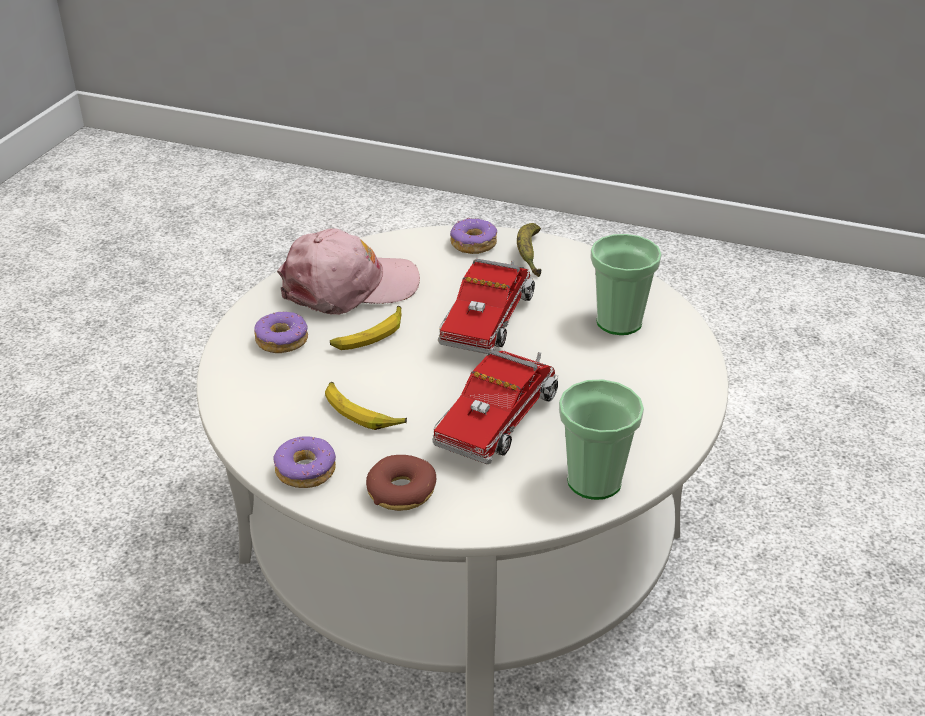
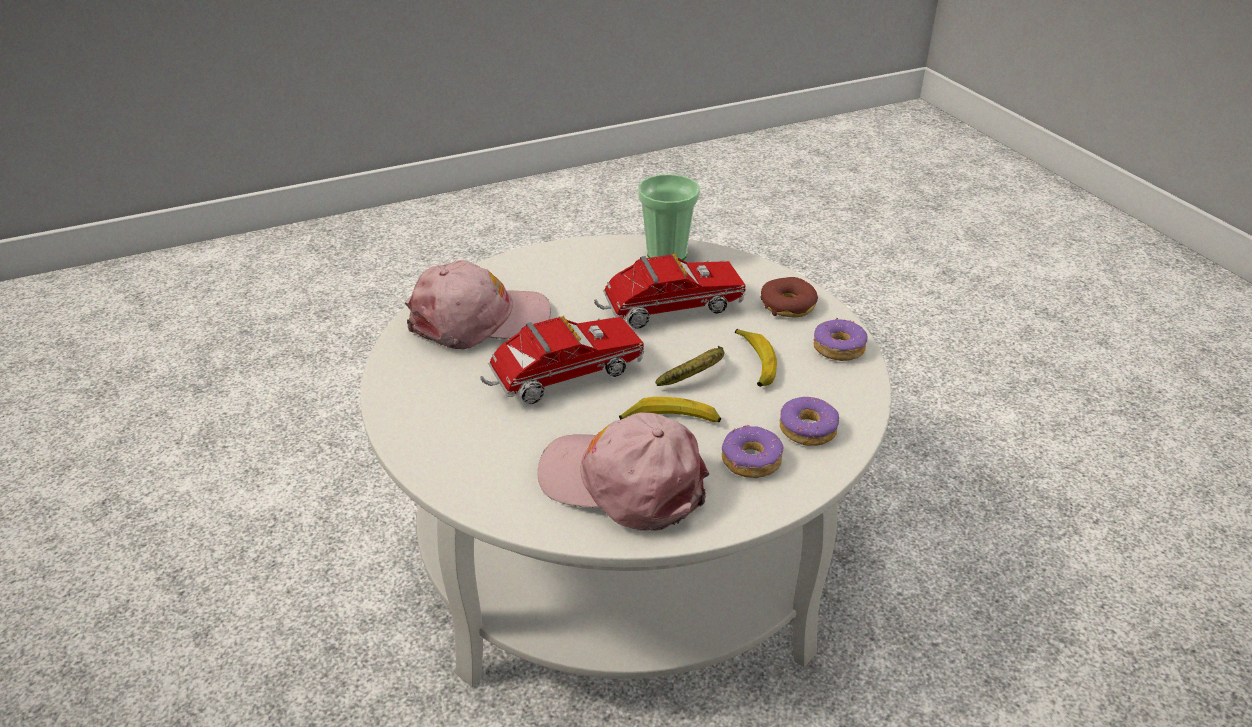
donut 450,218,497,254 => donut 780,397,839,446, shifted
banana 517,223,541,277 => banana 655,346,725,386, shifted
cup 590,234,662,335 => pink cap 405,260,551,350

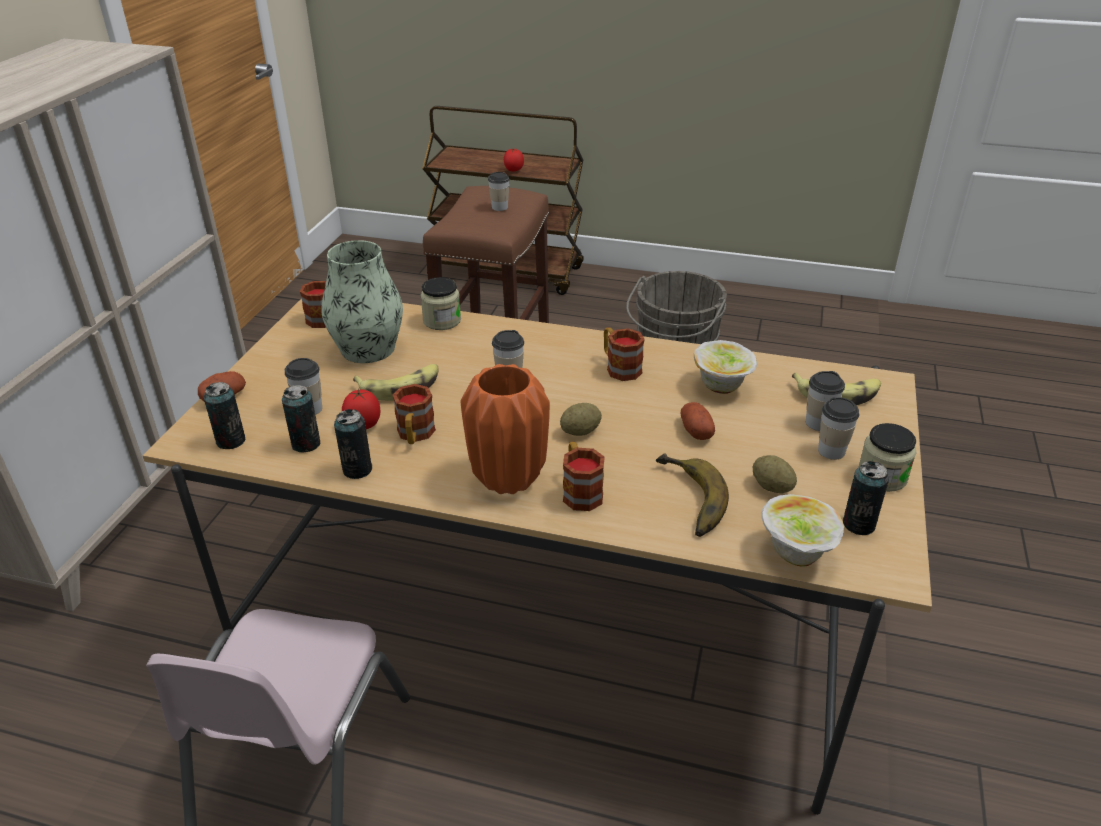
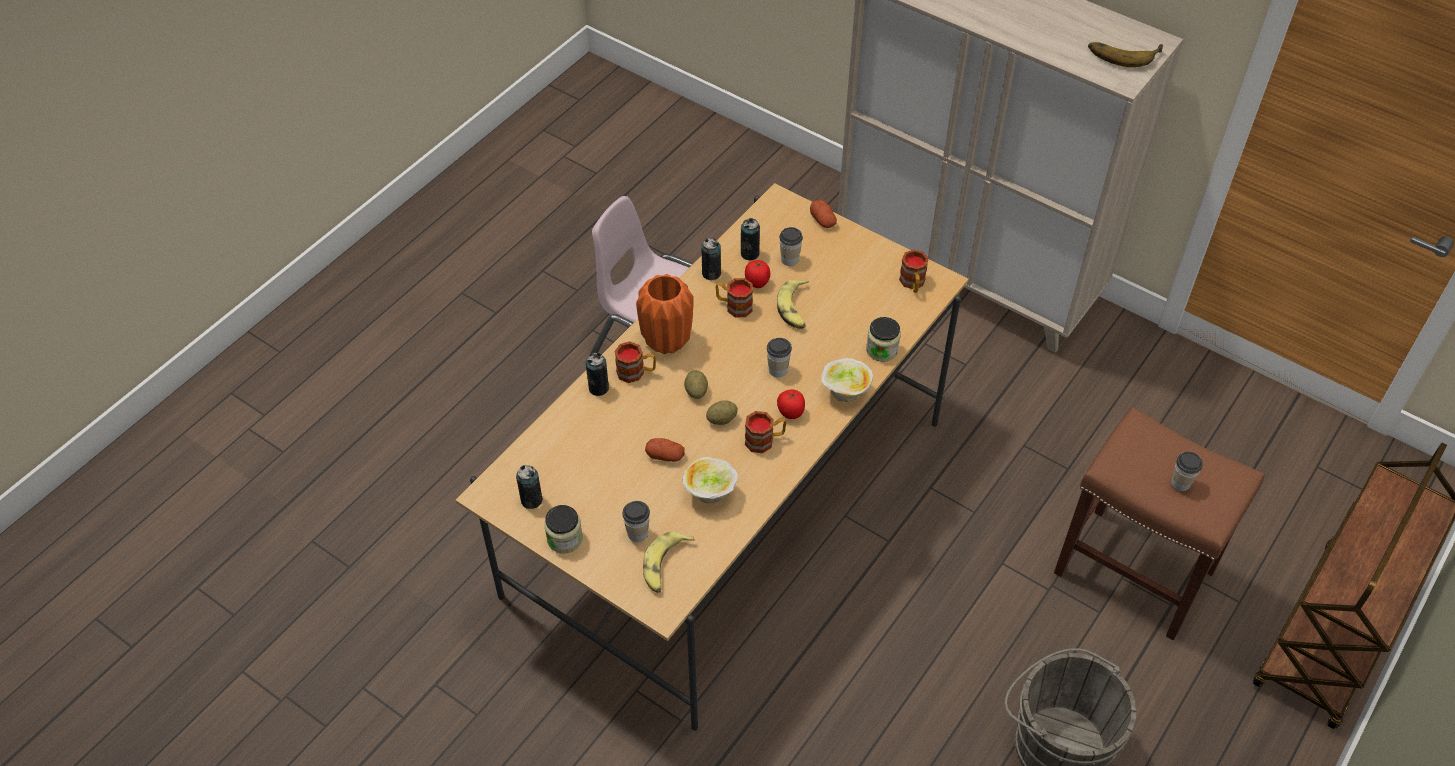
tomato 504,149,524,172 => tomato 777,389,805,419, shifted
vase 322,240,403,363 => nothing
can 204,382,245,449 => can 586,353,609,396, shifted
cup 818,397,859,460 => nothing
banana 656,454,729,537 => banana 1088,42,1163,67, shifted
potato 753,455,797,493 => potato 706,400,738,425, shifted
bowl 761,494,844,567 => bowl 821,358,873,402, shifted

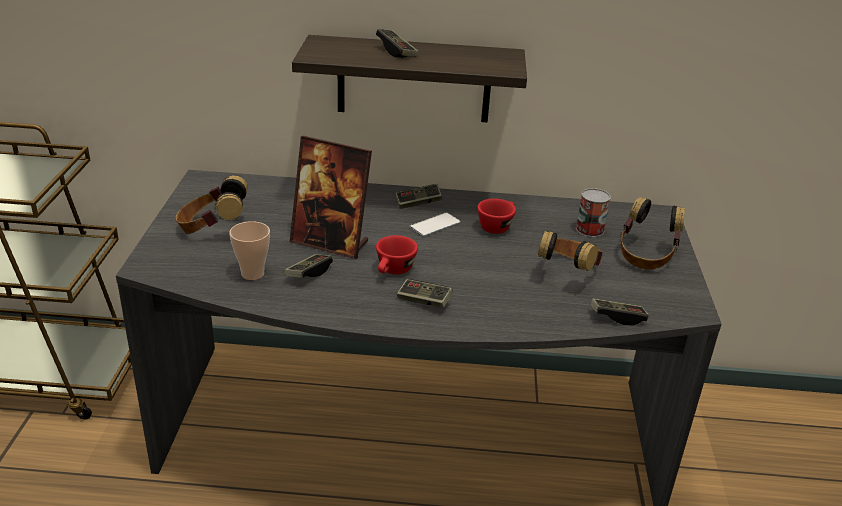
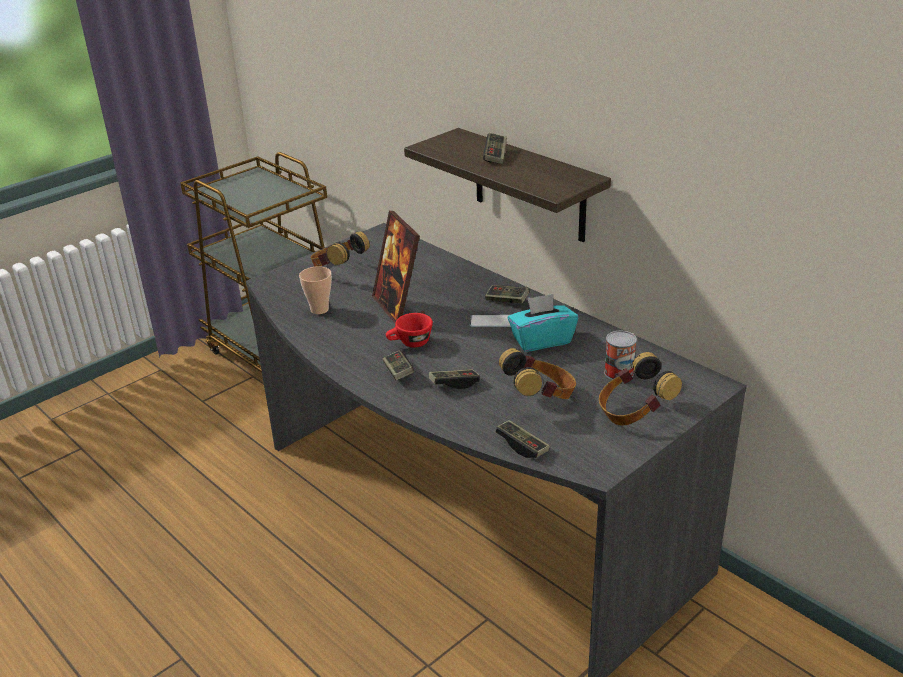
red cup 477,198,516,234 => turquoise tissue box 508,294,578,352
game controller 284,254,333,278 => game controller 429,369,480,389, shifted

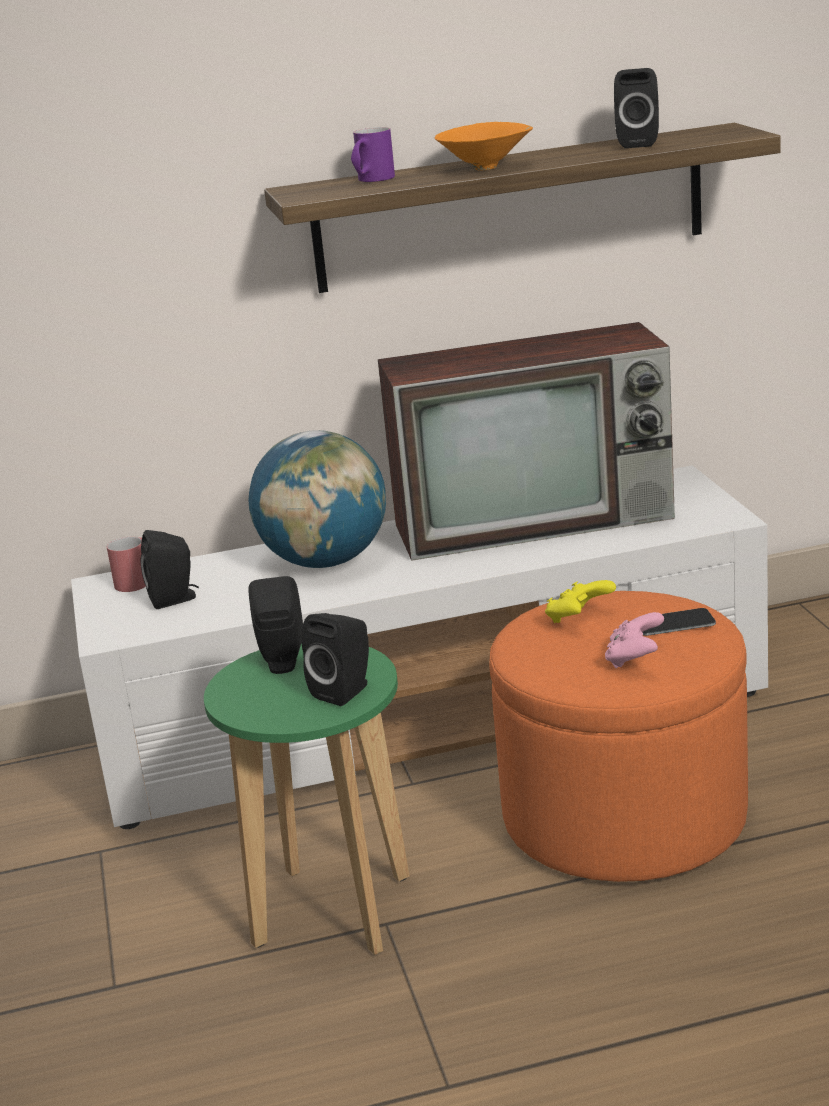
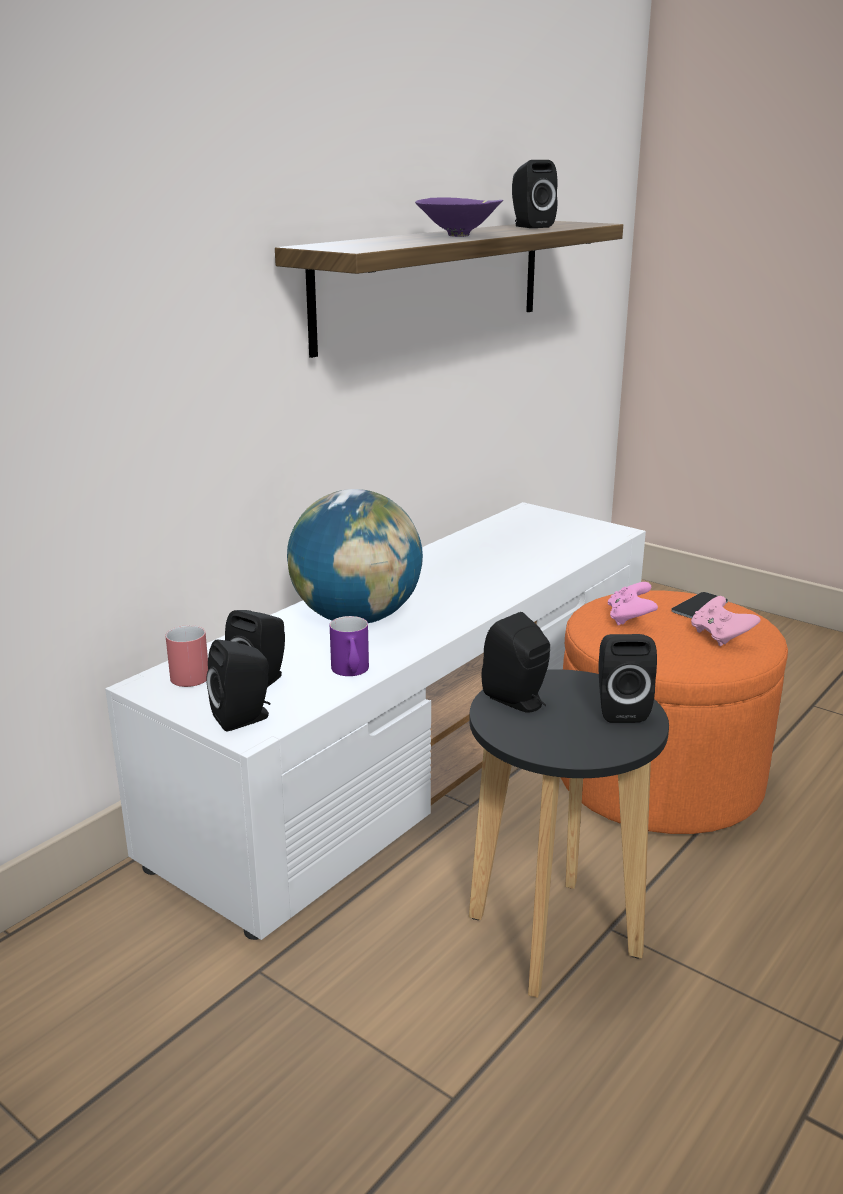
orange bowl 435,122,533,170 => purple bowl 415,197,503,237
purple mug 351,127,395,182 => purple mug 330,616,369,676, shifted
television 378,322,675,561 => nothing
yellow game controller 545,580,616,623 => pink game controller 608,582,658,625
green stool 204,643,410,955 => black stool 469,669,669,998
nothing => black speaker 206,640,271,732

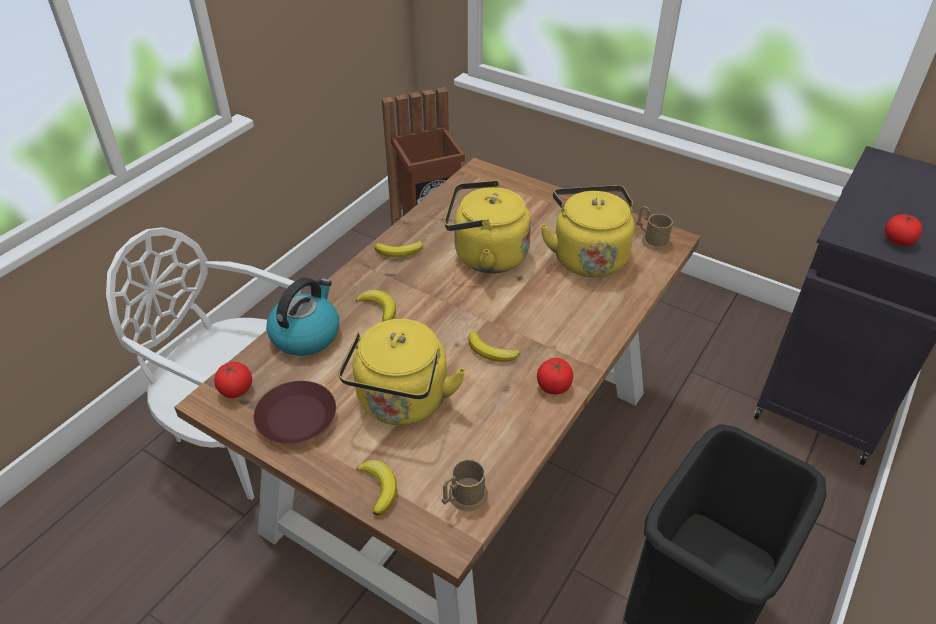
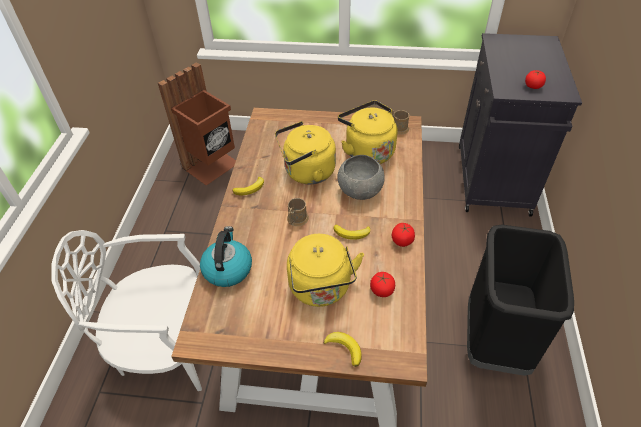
banana 356,290,396,321 => nothing
tomato 214,362,252,398 => tomato 370,272,395,297, shifted
brown plate 254,381,336,444 => nothing
brown mug 442,459,488,512 => brown mug 287,198,309,226, shifted
nothing => grey bowl 337,155,385,200

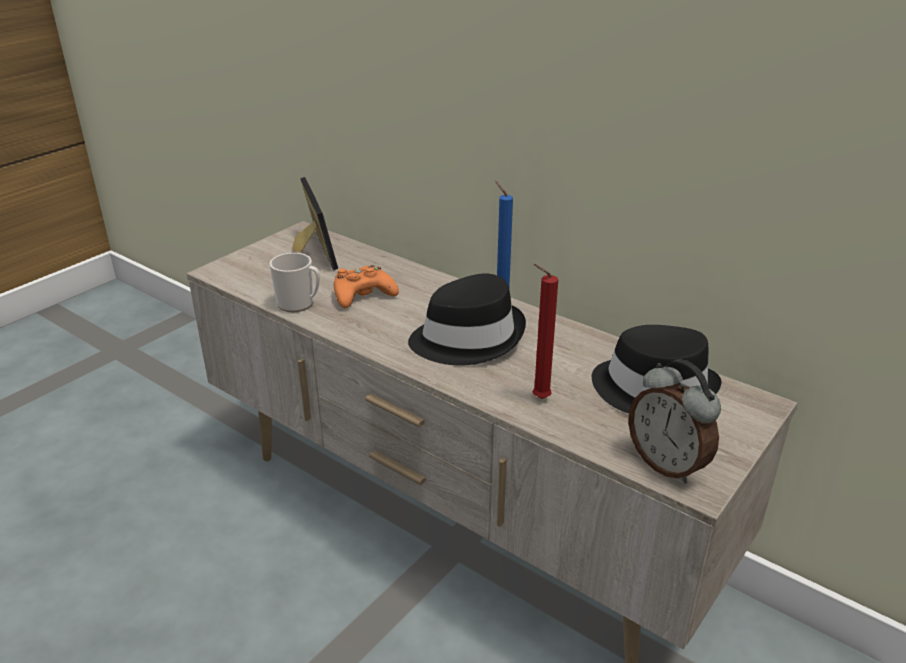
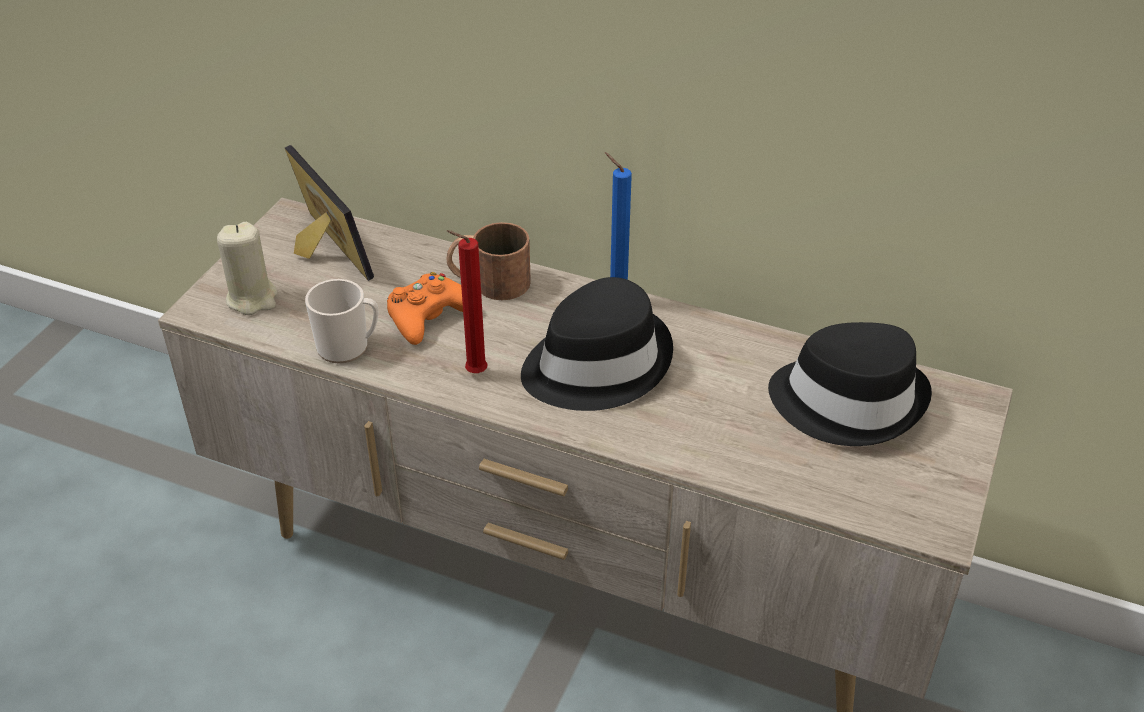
red candle 532,264,558,399 => red candle 447,230,488,373, shifted
alarm clock 628,359,721,484 => nothing
nothing => beige candle 217,222,278,315
nothing => brown mug 447,222,531,300

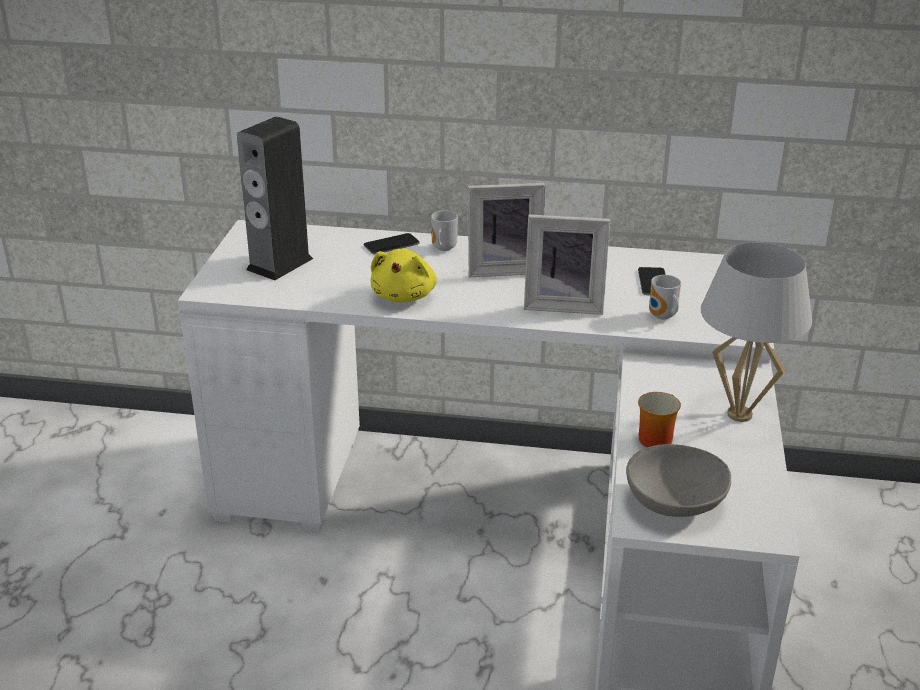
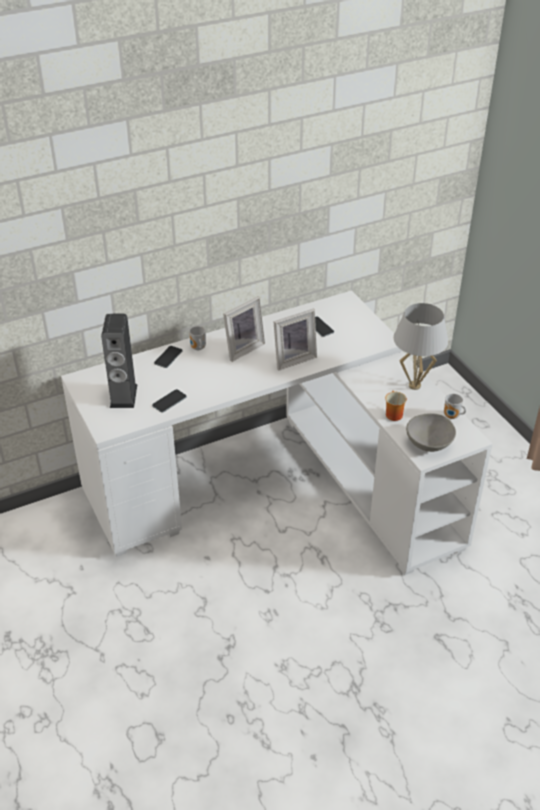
yellow plush toy 371,249,437,303 => nothing
mug 649,275,681,320 => mug 444,394,466,419, shifted
nothing => phone 152,389,187,413

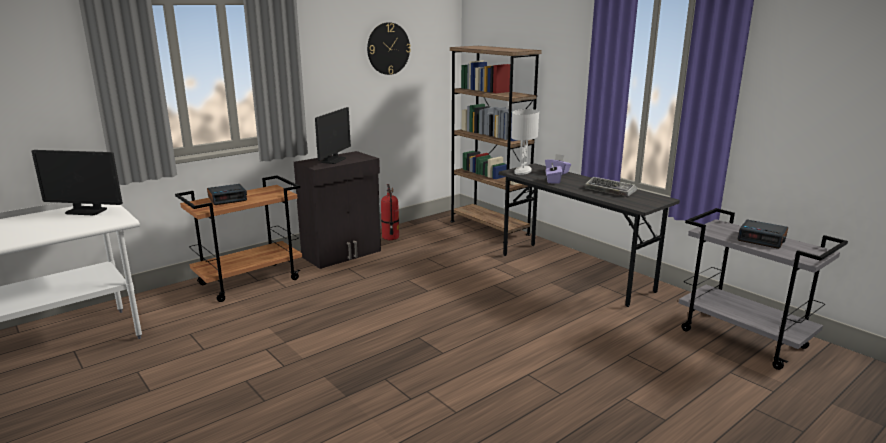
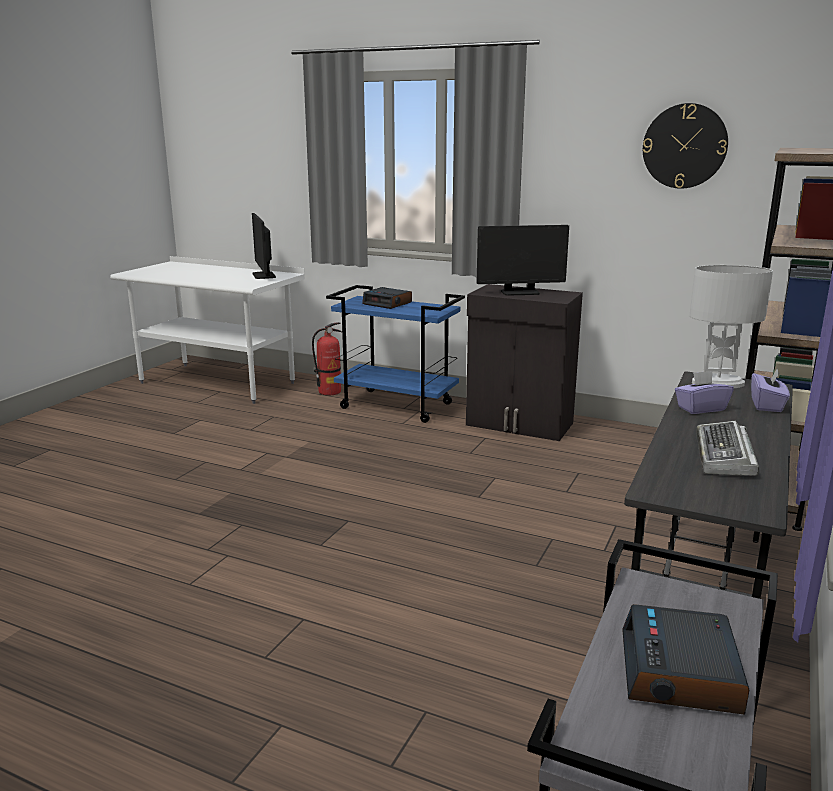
brown cart 175,175,302,302 => blue cart 326,285,465,423
fire extinguisher 381,184,399,240 => fire extinguisher 312,322,342,395, shifted

